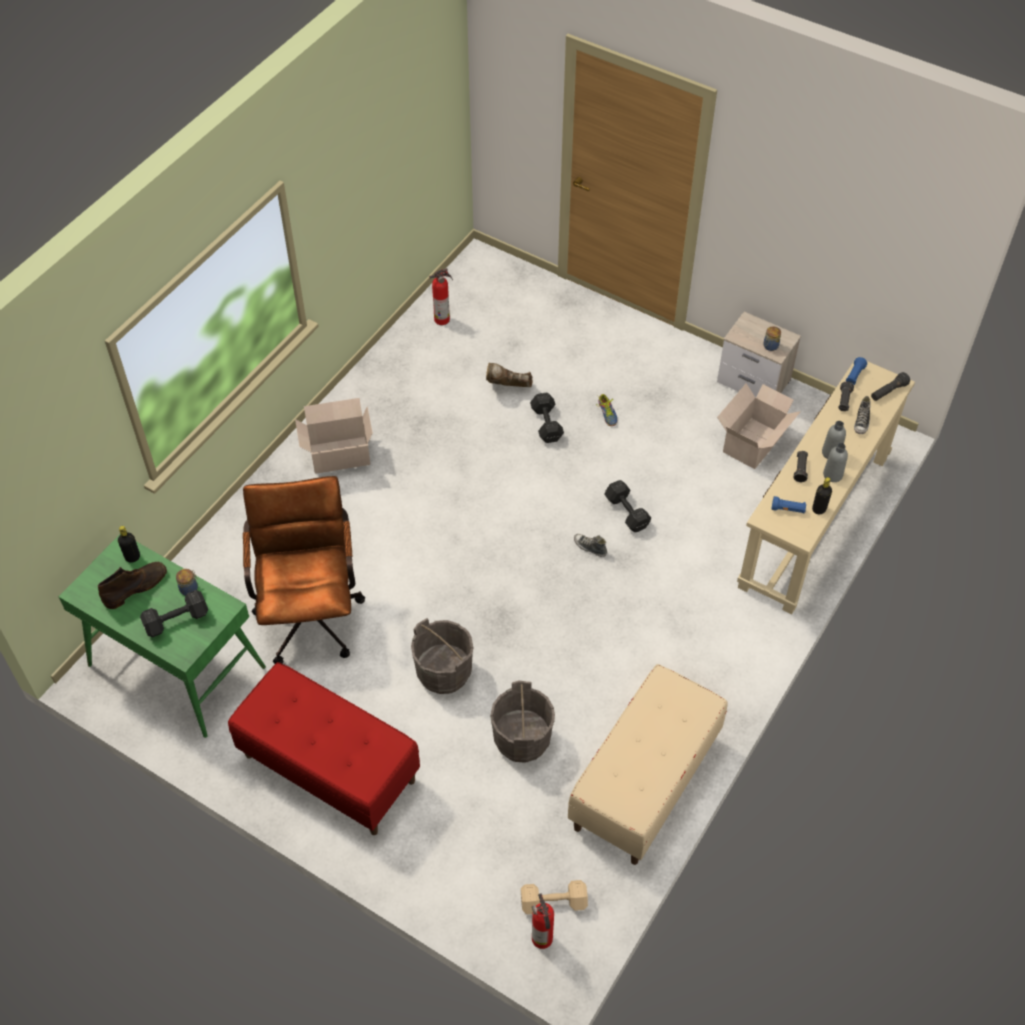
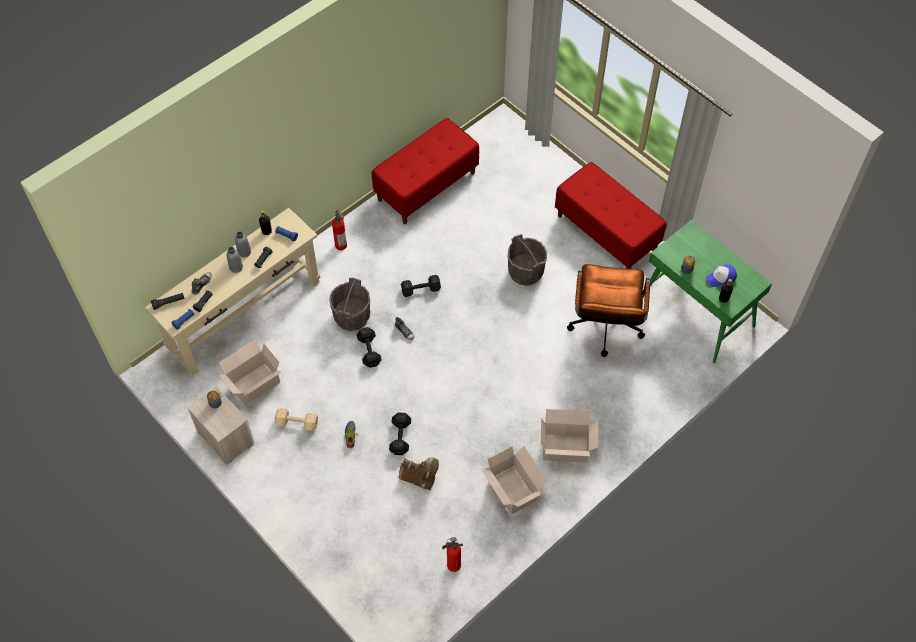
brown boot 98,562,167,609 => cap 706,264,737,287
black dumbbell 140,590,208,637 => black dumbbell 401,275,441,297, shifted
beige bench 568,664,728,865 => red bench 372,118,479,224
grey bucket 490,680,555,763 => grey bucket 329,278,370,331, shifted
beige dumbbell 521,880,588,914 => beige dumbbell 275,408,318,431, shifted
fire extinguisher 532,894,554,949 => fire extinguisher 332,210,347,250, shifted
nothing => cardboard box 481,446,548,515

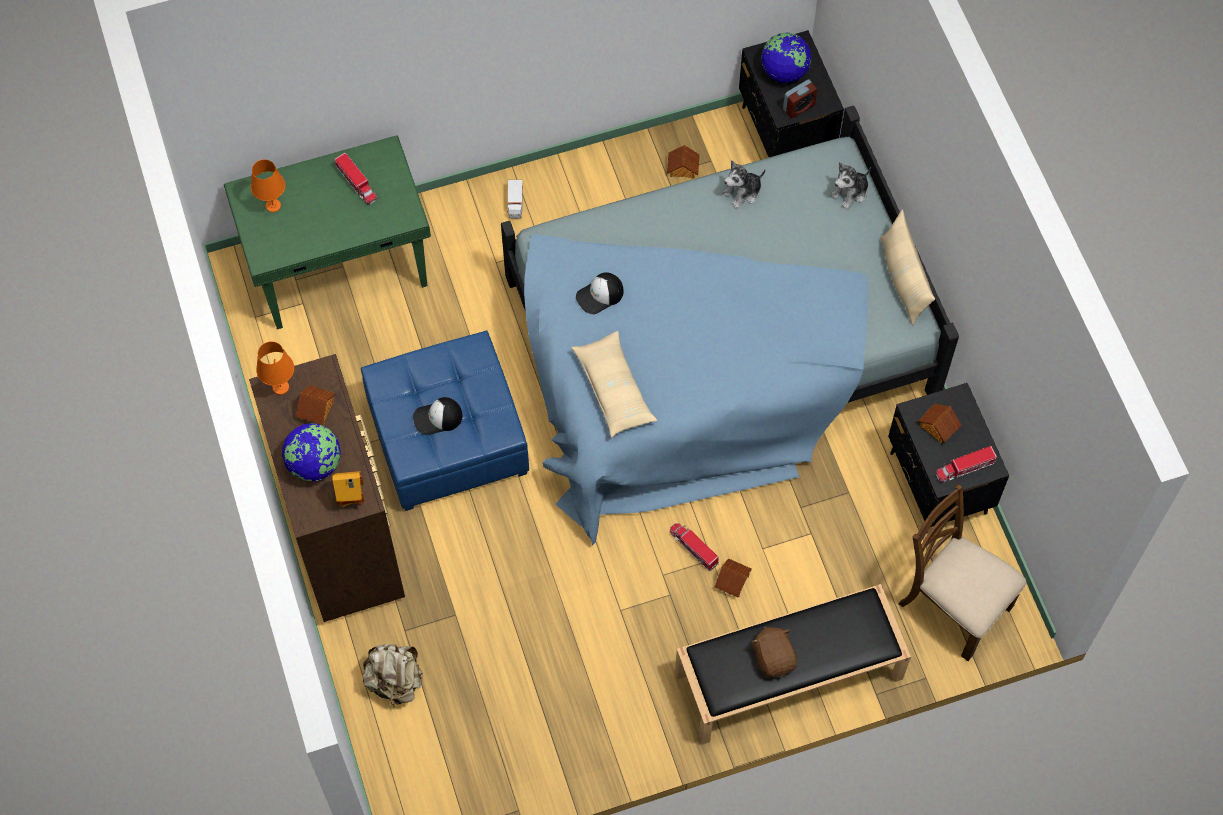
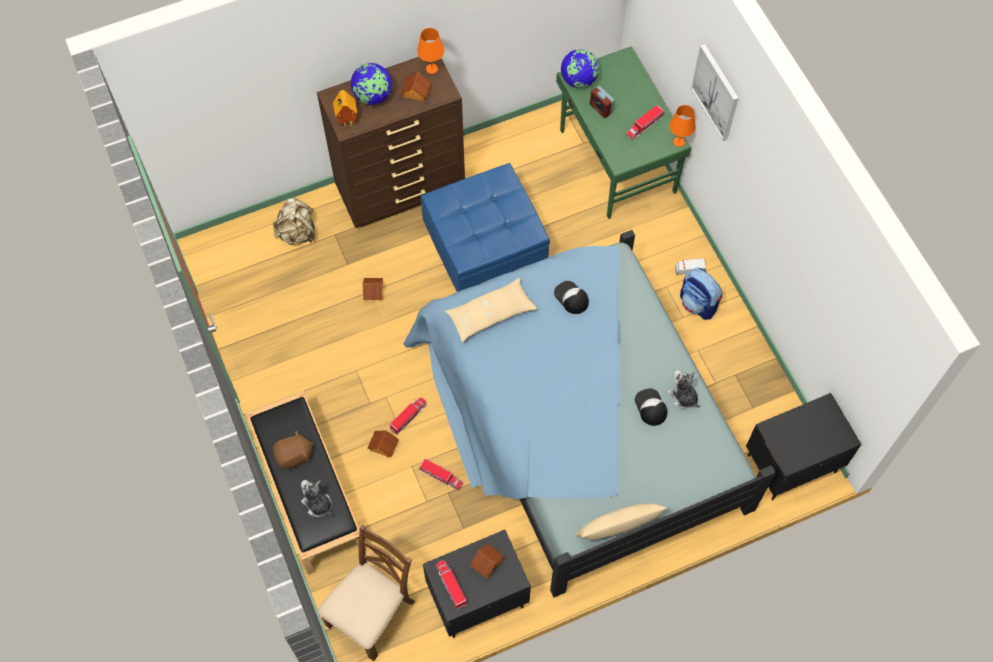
globe 761,33,811,83 => globe 561,49,599,88, shifted
alarm clock 783,79,817,118 => alarm clock 590,86,614,118, shifted
toy house 667,145,700,179 => toy house 362,278,383,300, shifted
orange table lamp 251,159,285,212 => orange table lamp 669,105,696,147, shifted
plush toy 830,162,871,210 => plush toy 301,480,332,517, shifted
cap 413,397,462,435 => cap 635,388,667,426, shifted
nothing => picture 691,44,739,141
nothing => backpack 680,268,722,320
nothing => toy truck 419,458,463,490

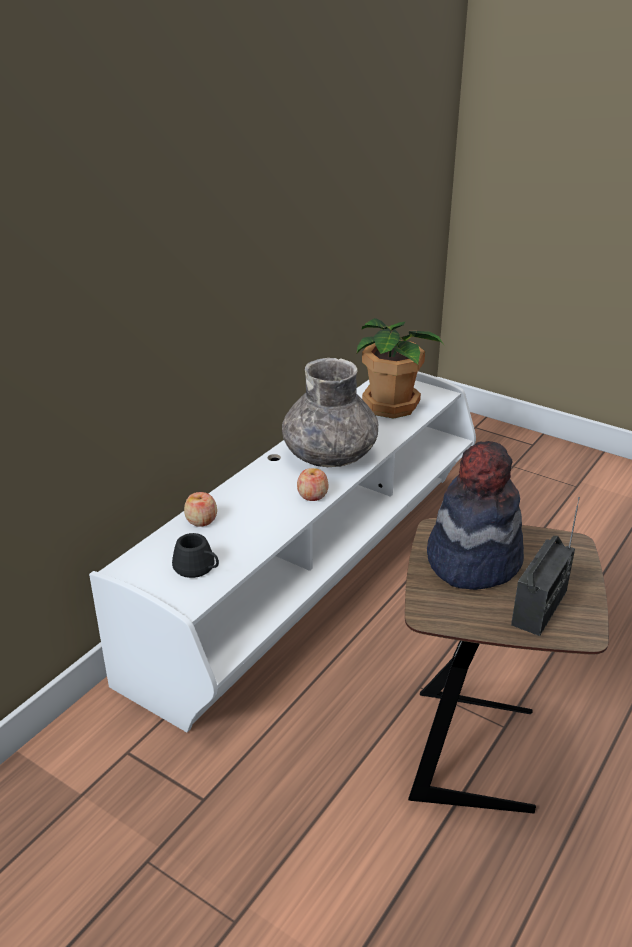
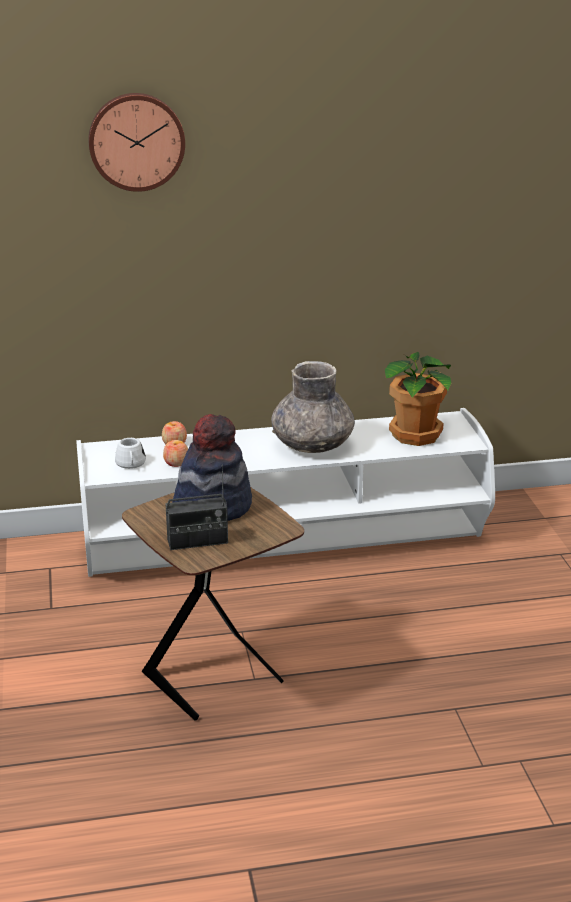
apple 297,468,329,501 => apple 163,440,188,467, shifted
black mug 172,533,219,578 => white mug 115,438,146,469
nothing => wall clock 88,93,185,192

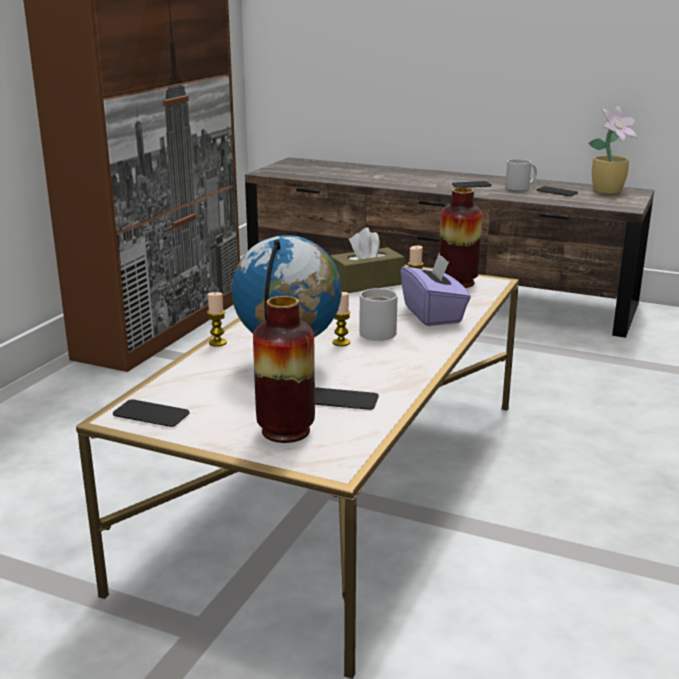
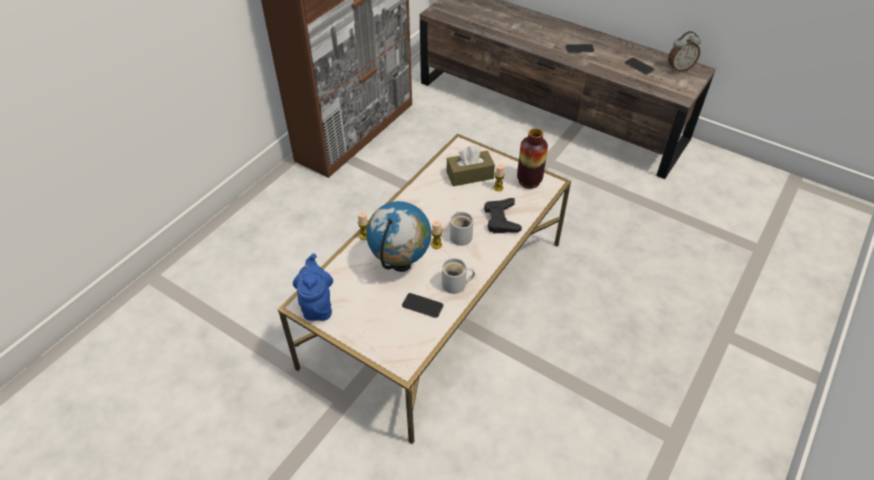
potted plant 588,106,637,194 => alarm clock 668,31,701,72
white mug 505,159,537,191 => white mug 442,258,475,294, shifted
purple tissue box 400,253,471,326 => black game controller 484,198,522,233
vase 253,296,315,443 => nothing
phone 113,399,190,427 => blue teapot 293,254,333,321

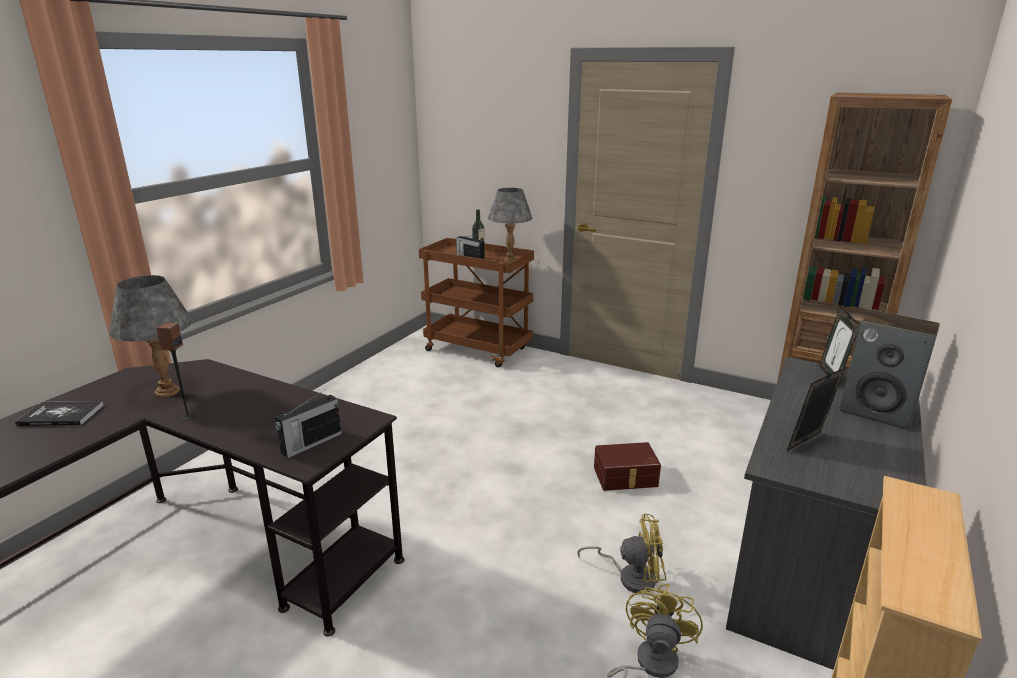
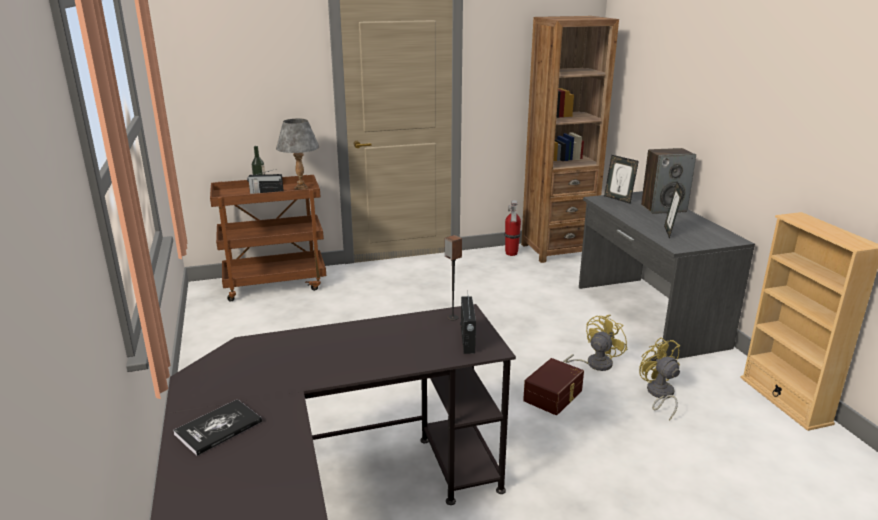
grey table lamp 109,275,193,398 => nothing
speaker 156,322,195,421 => speaker 445,235,462,320, shifted
brown storage box 594,442,661,491 => brown storage box 523,358,584,415, shifted
nothing => fire extinguisher 504,200,521,256

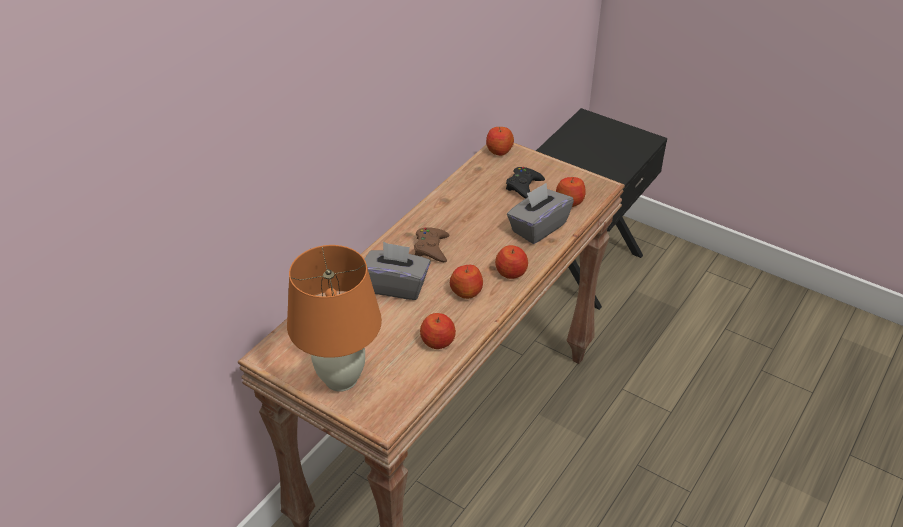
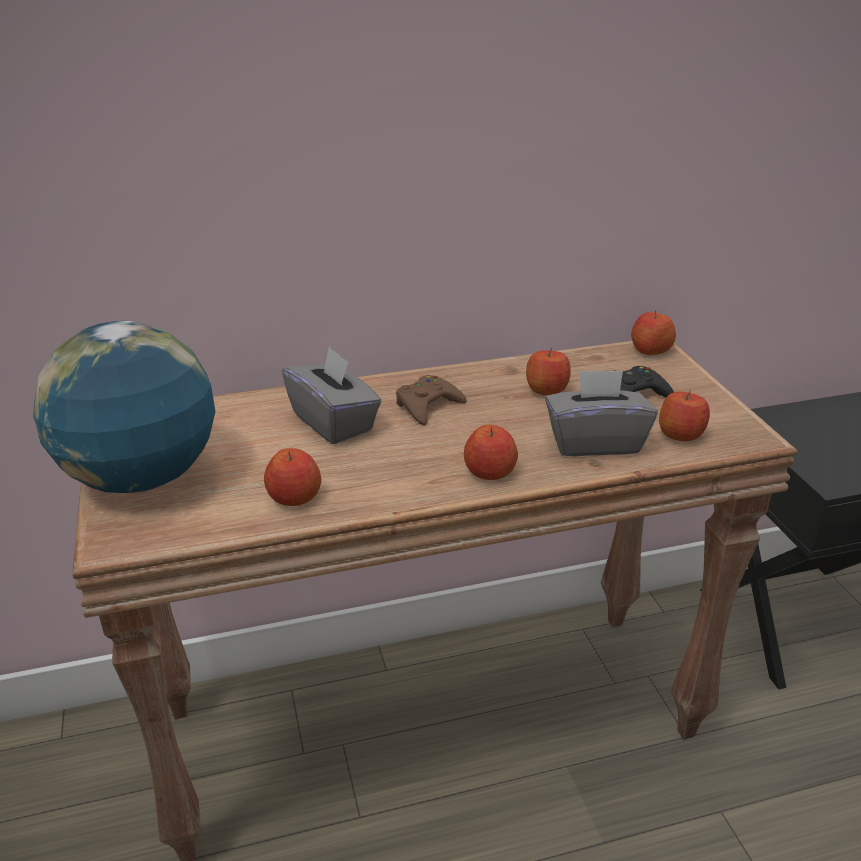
orange table lamp 287,245,382,392 => globe 33,321,215,493
apple 450,265,483,299 => apple 526,348,571,395, shifted

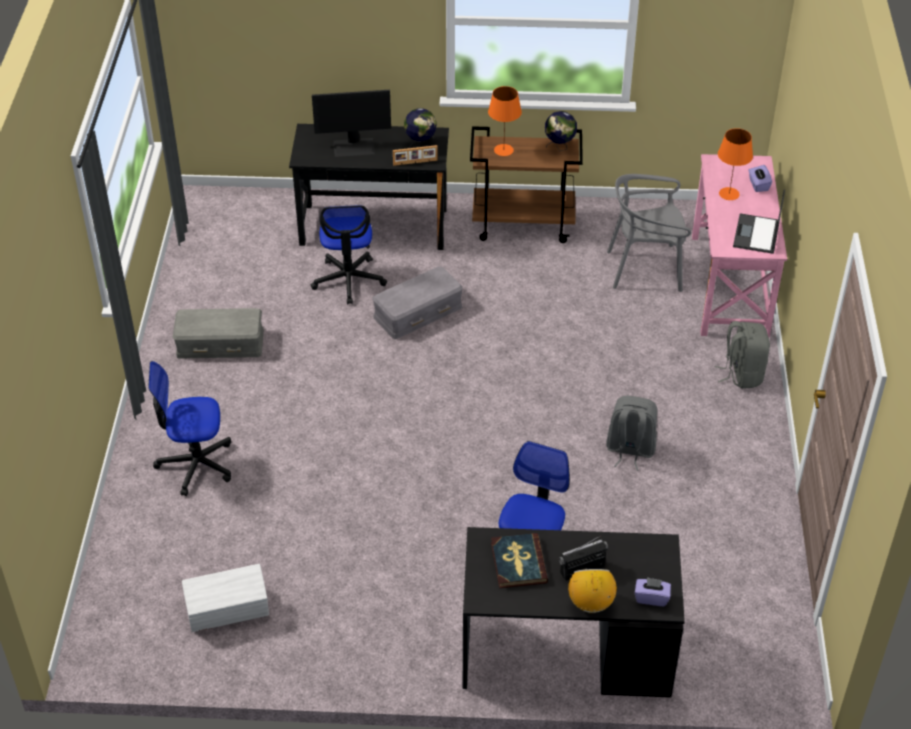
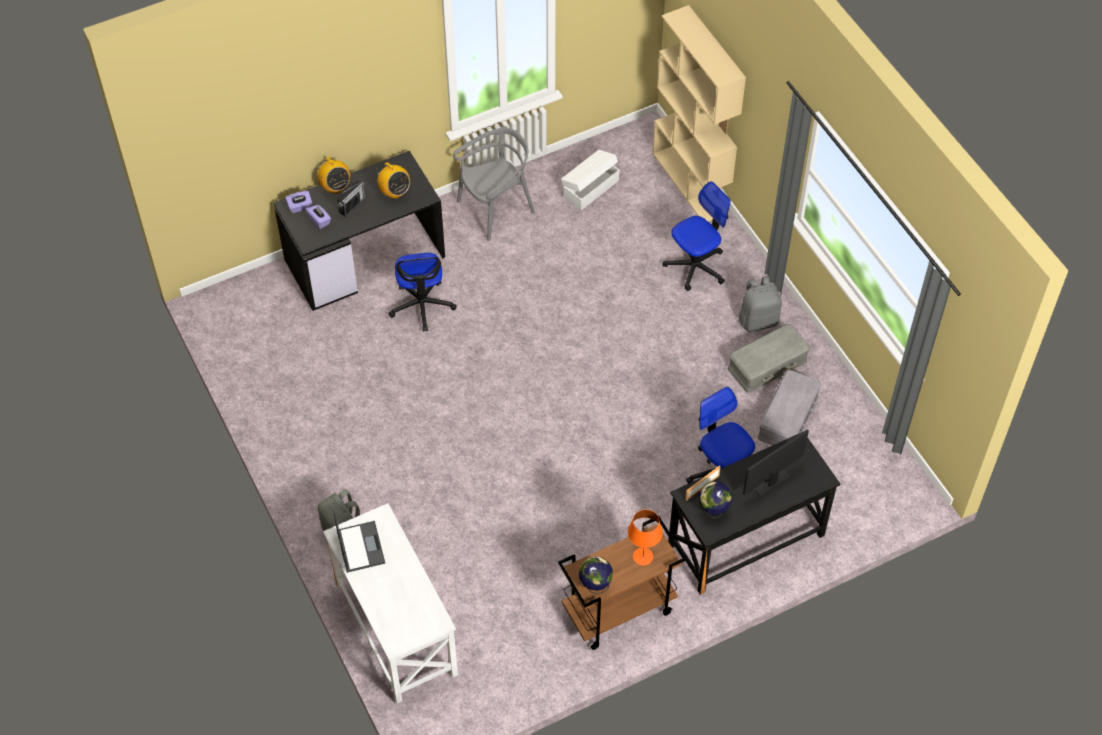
orange table lamp 718,128,753,200 => nothing
pink desk 692,154,787,338 => white desk 323,503,458,703
purple tissue box 749,165,772,192 => purple tissue box 306,205,331,229, shifted
grey chair 607,174,691,292 => grey chair 453,128,535,241, shifted
grey storage box 372,266,463,339 => grey storage box 758,370,821,445, shifted
grey backpack 606,396,657,471 => grey backpack 739,276,782,332, shifted
book 491,533,548,588 => radio 376,162,410,199
nothing => beige bookcase 652,5,746,222

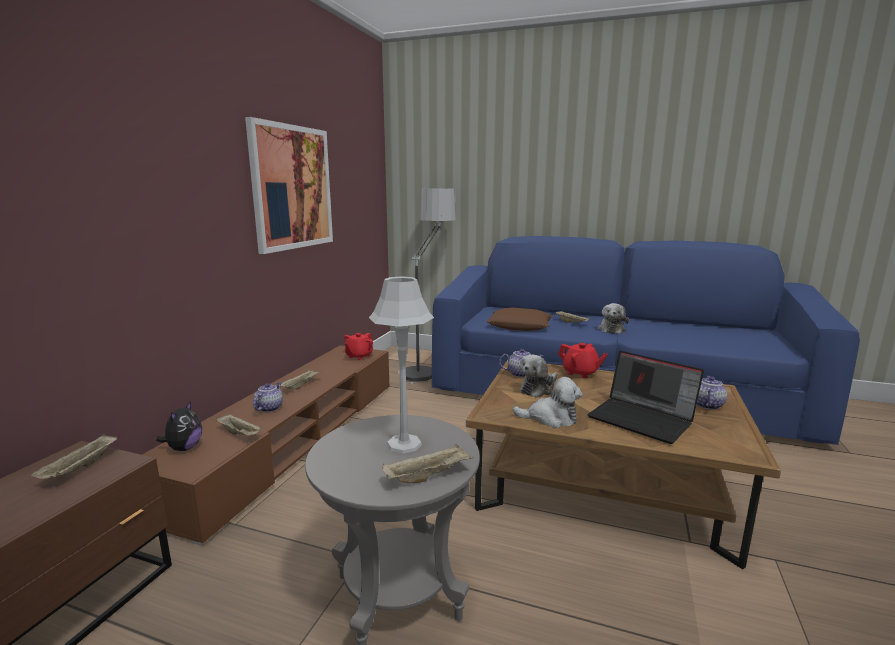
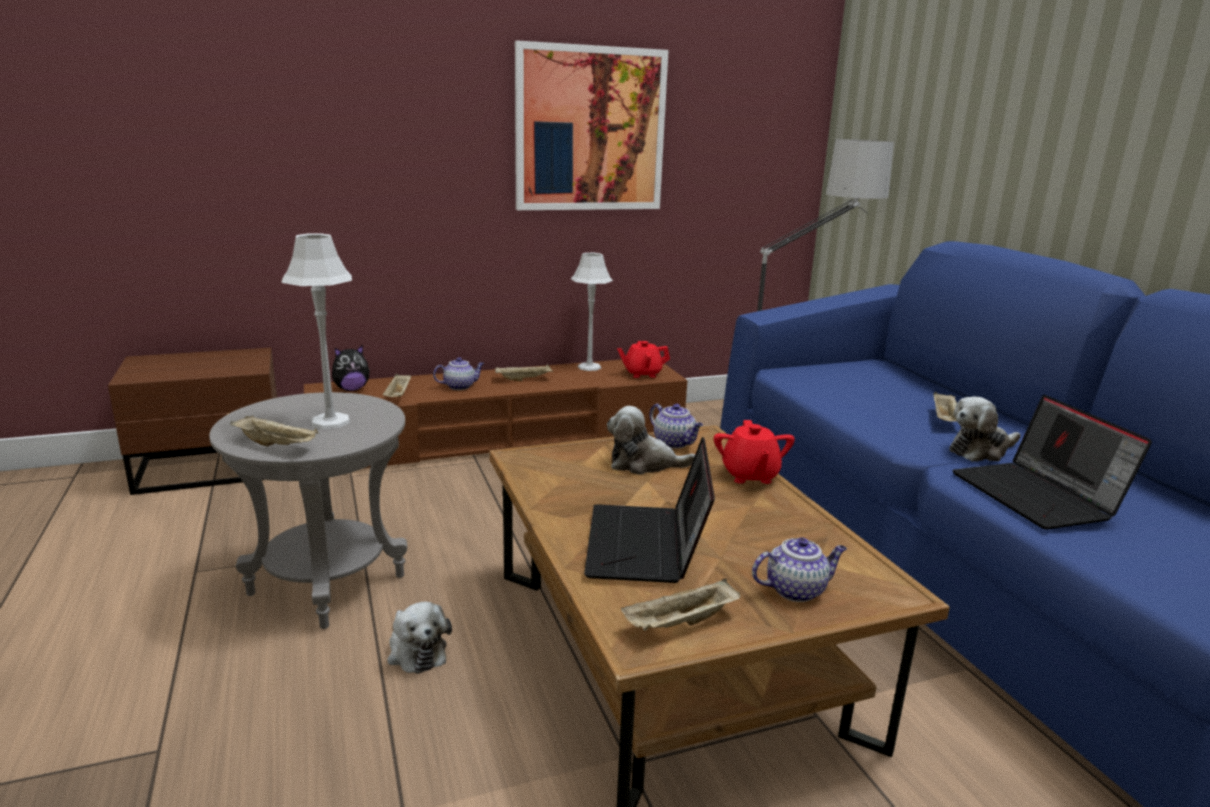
brown pillow 486,307,553,331 => nothing
plush toy 513,377,583,428 => plush toy 387,602,452,674, shifted
beige tray 31,434,117,479 => beige tray 621,579,741,631, shifted
nothing => grey table lamp 571,253,613,371
nothing => laptop 953,395,1152,529

